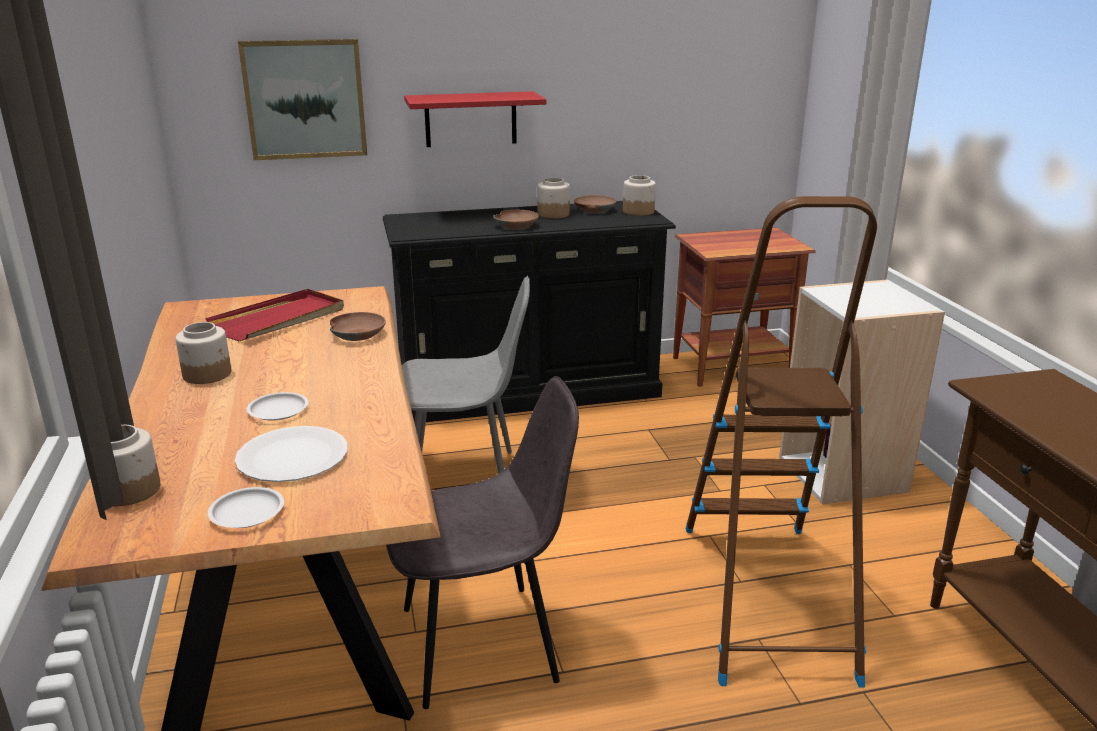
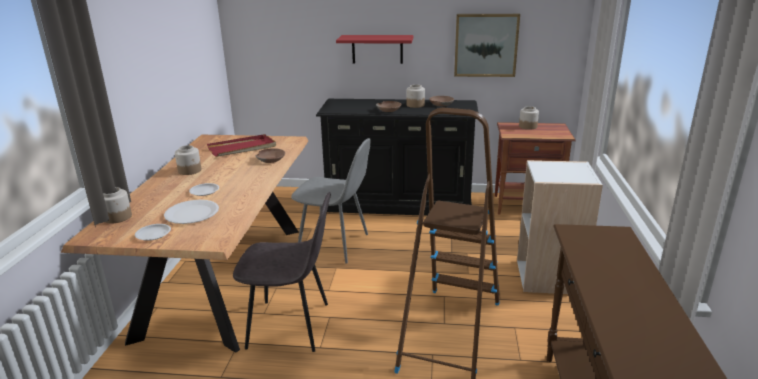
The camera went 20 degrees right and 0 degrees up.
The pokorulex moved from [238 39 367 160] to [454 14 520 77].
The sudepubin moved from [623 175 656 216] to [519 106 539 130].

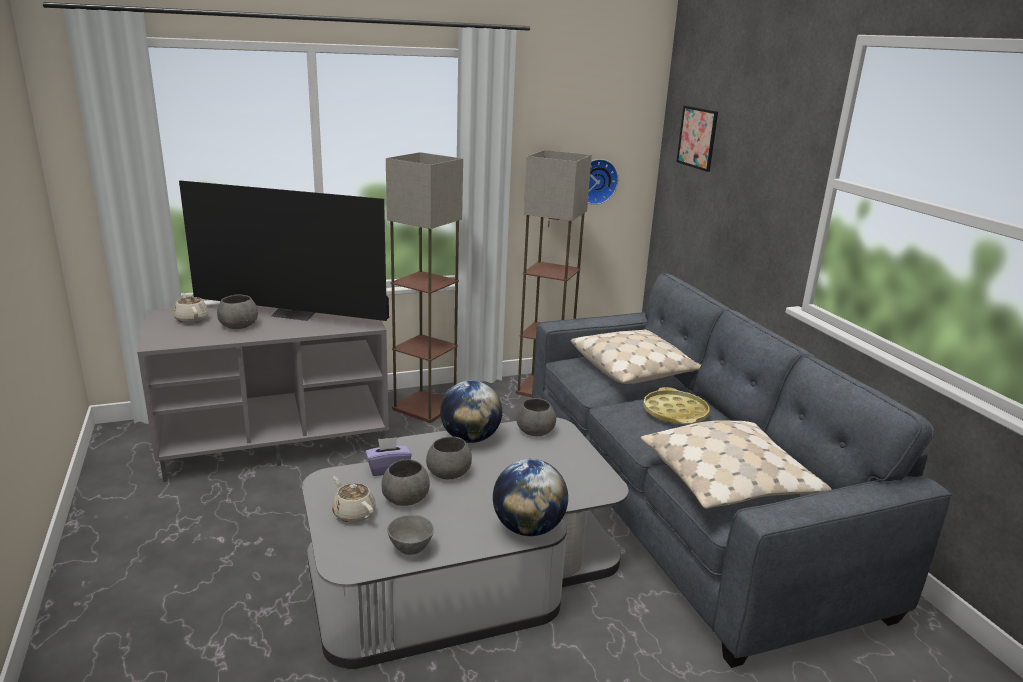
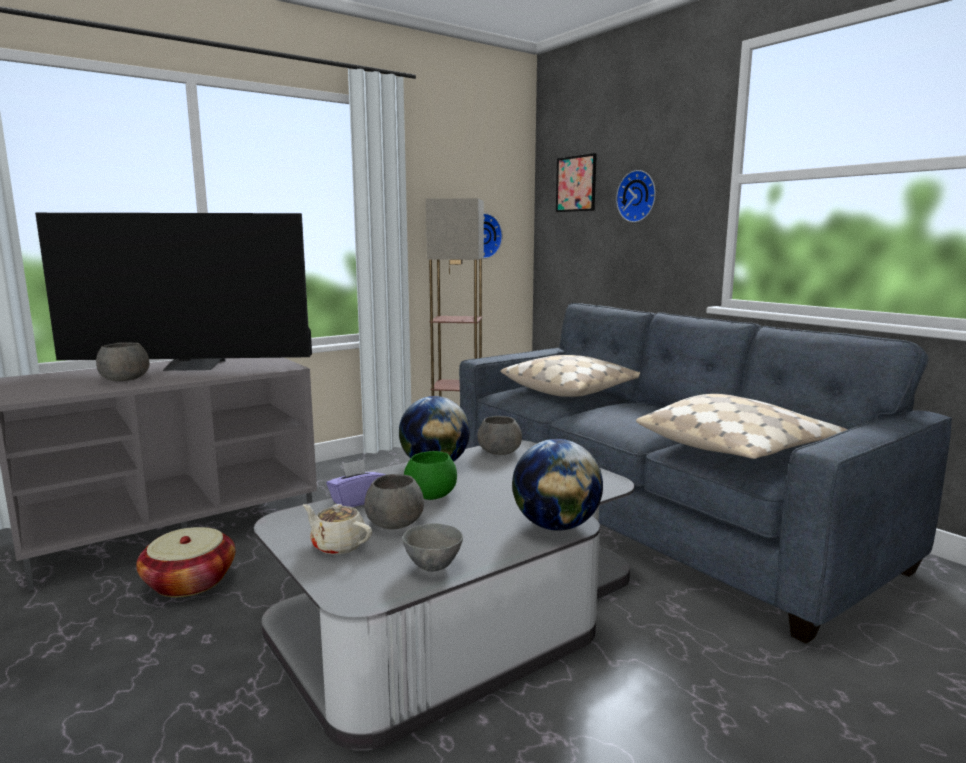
The camera went 15 degrees left and 10 degrees down.
The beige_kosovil at [174 293 209 324] disappeared.
The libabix at [386 152 463 423] disappeared.
The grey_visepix at [426 437 472 480] became the green_visepix at [404 451 457 500].
The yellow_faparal at [643 387 710 425] disappeared.
The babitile at [136 527 235 597] appeared.
The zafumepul at [616 170 656 222] appeared.

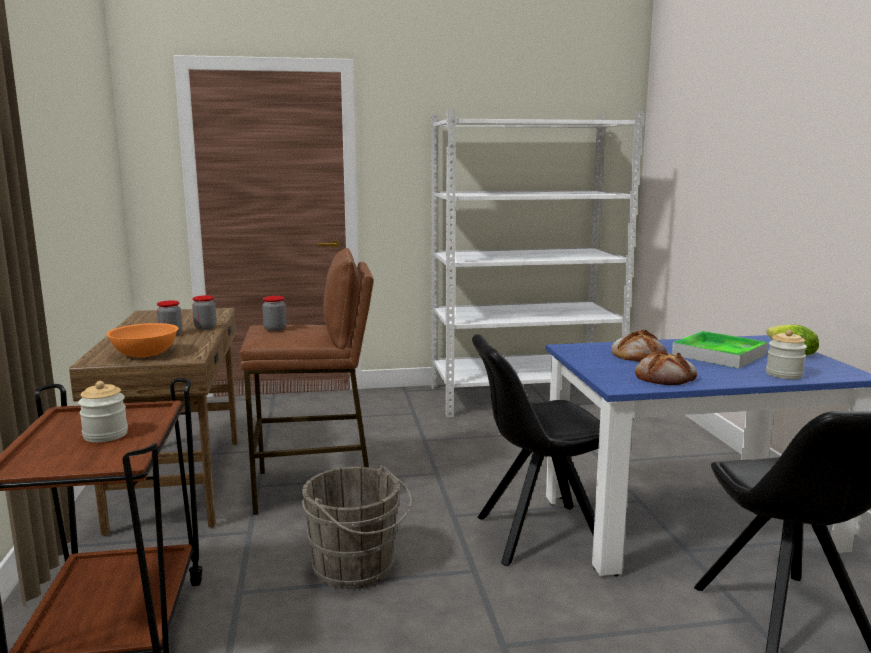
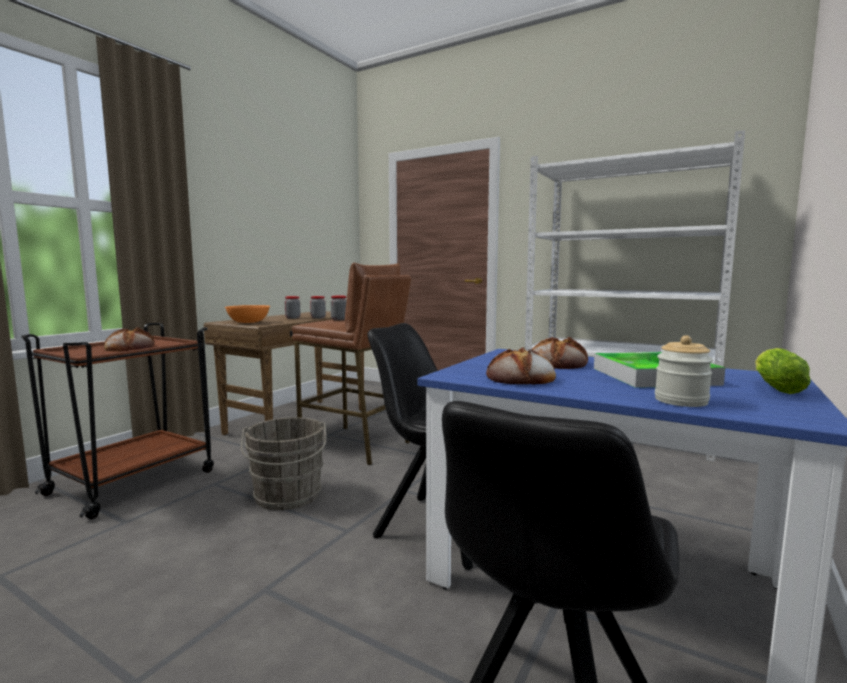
The camera went 40 degrees right and 5 degrees down.
The sudepubin at [78 381 128 442] was replaced by the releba at [104 327 155 352].

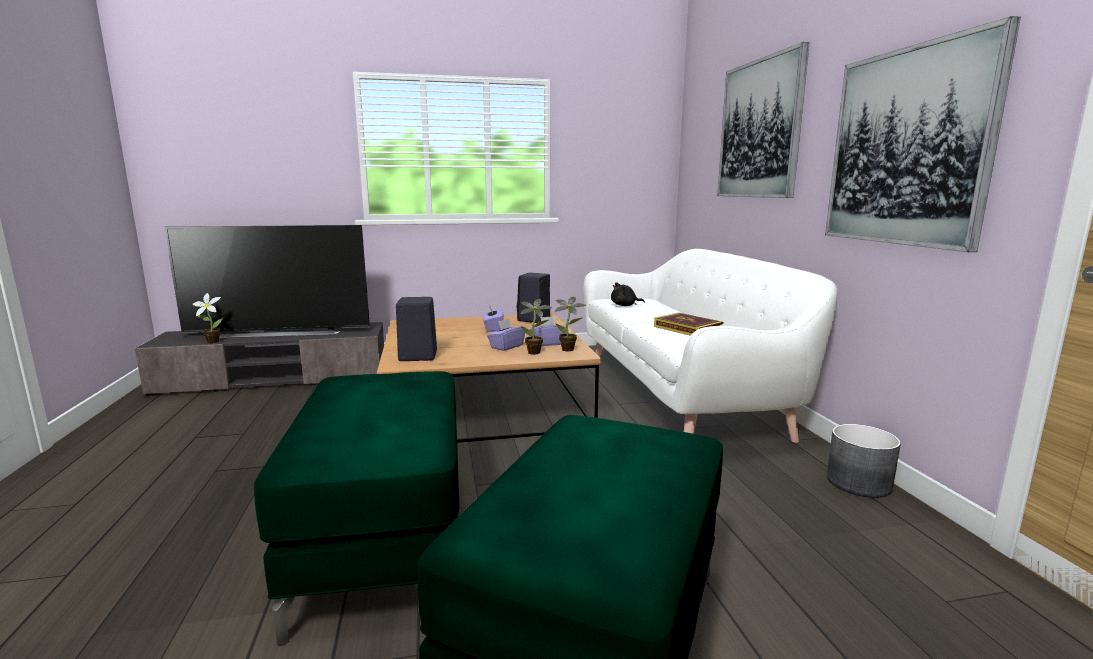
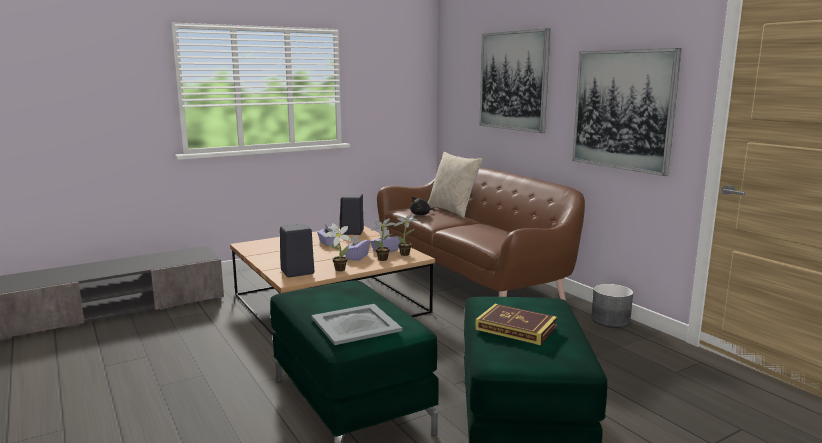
The camera went 20 degrees left and 0 degrees up.
The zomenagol at [165 225 370 338] disappeared.
The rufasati moved from [193 293 223 344] to [324 223 352 271].
The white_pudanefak at [583 249 838 443] became the brown_pudanefak at [377 167 585 301].
The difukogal moved from [654 313 723 336] to [475 304 557 345].
The grey_faparal at [312 304 402 345] appeared.
The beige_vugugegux at [427 152 483 218] appeared.

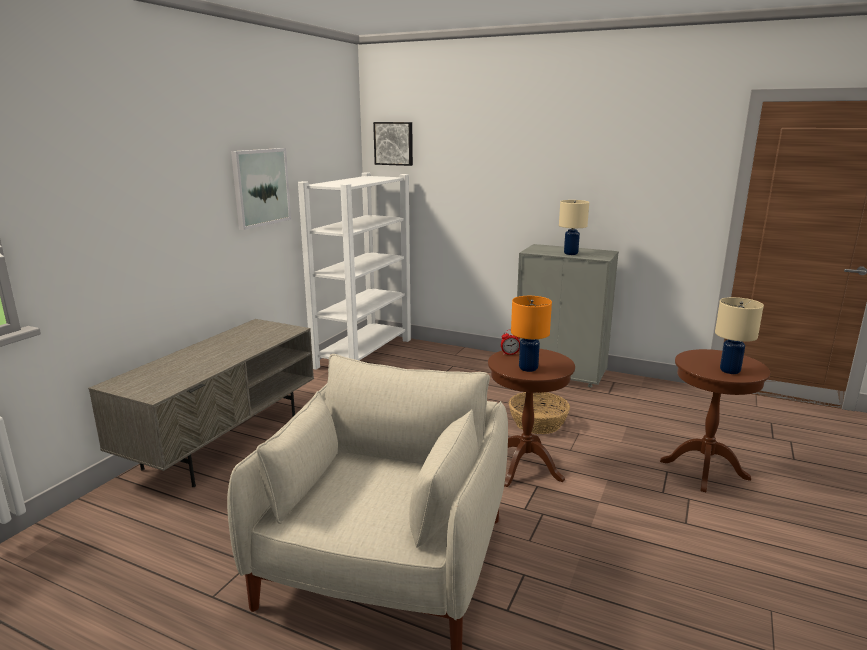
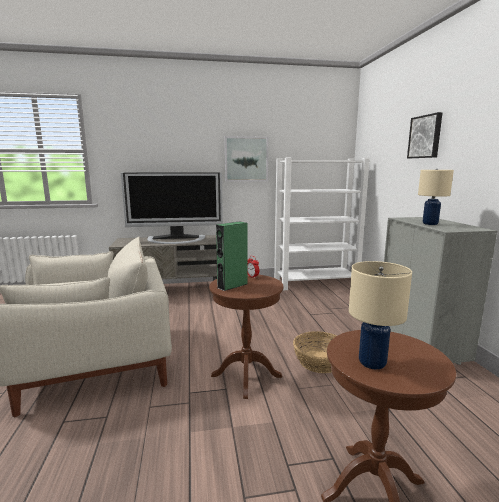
The camera went 55 degrees right and 5 degrees down.
The pokorulex moved from [373 122 413 166] to [407 112 442 158].
The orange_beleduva at [511 296 552 372] was replaced by the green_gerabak at [216 221 247 291].
The zomenagol at [121 172 223 244] appeared.

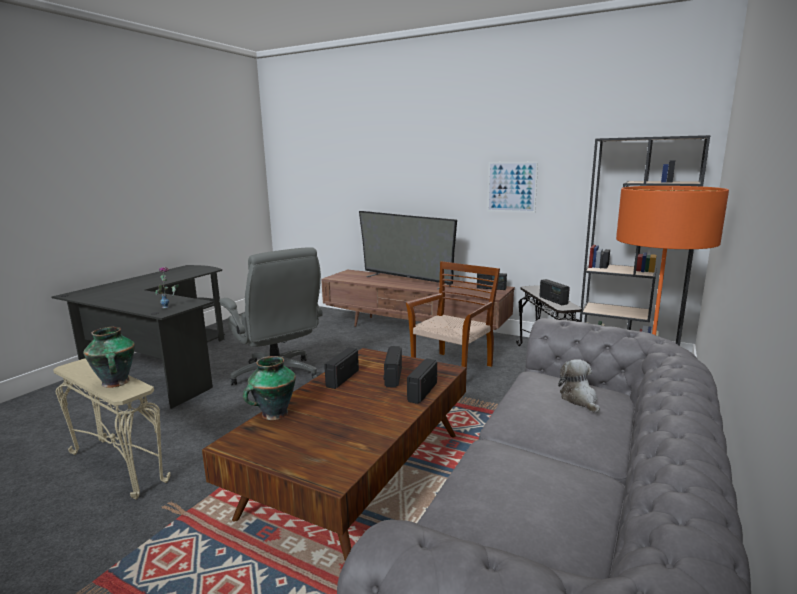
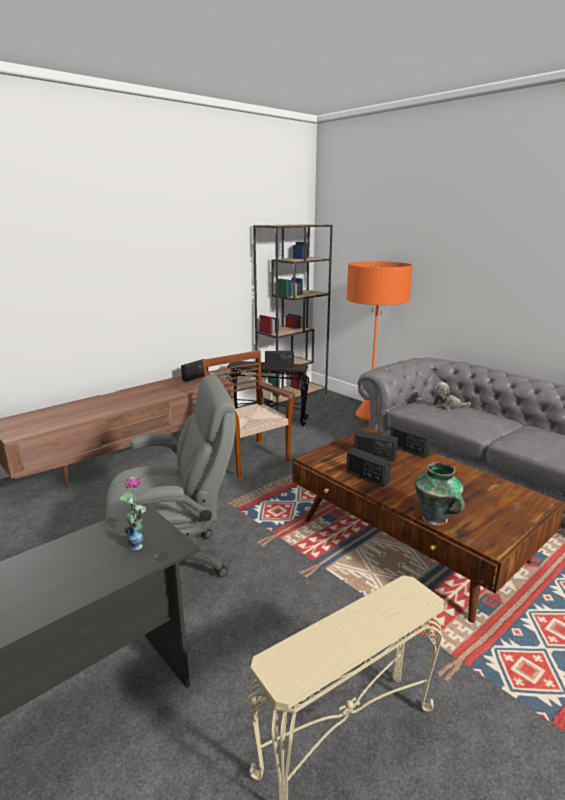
The camera went 70 degrees left and 5 degrees up.
The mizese at [83 327 135 388] disappeared.
The zomenagol at [359 211 457 290] disappeared.
The pokorulex at [487 162 538 213] disappeared.

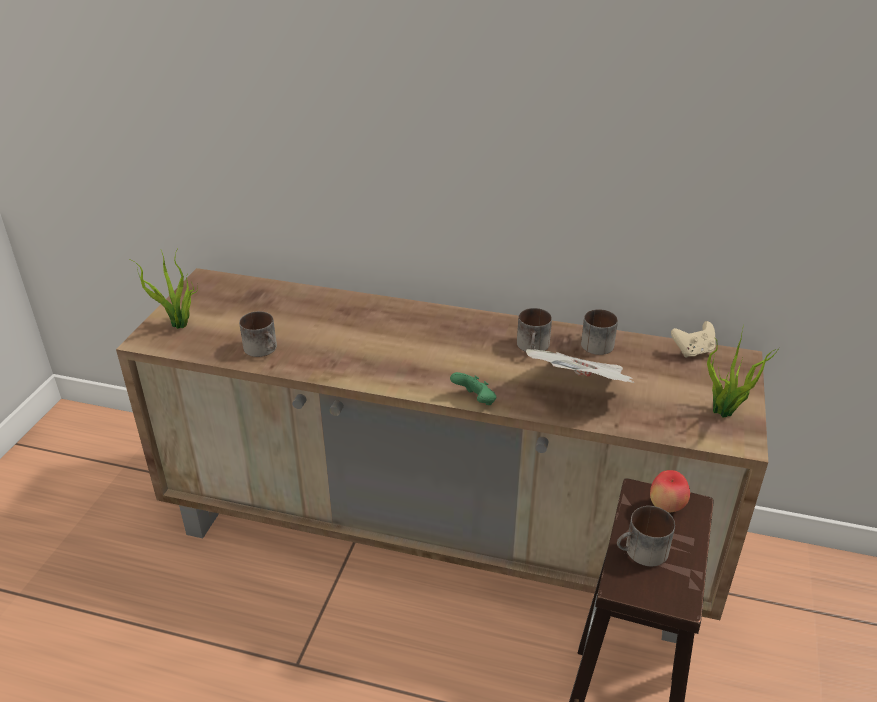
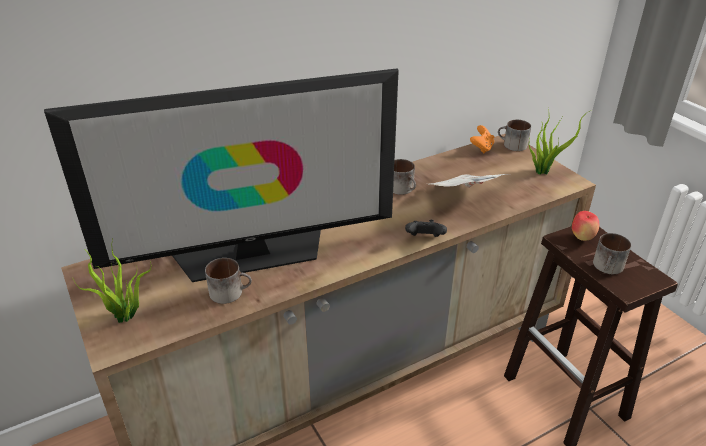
The camera went 45 degrees left and 0 degrees up.
The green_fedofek at [450 372 496 405] became the black_fedofek at [405 220 447 237].
The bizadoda moved from [581 309 618 355] to [498 120 531 151].
The beige_fedofek at [671 321 716 358] became the orange_fedofek at [470 125 494 153].
The zomenagol at [44 68 399 282] appeared.

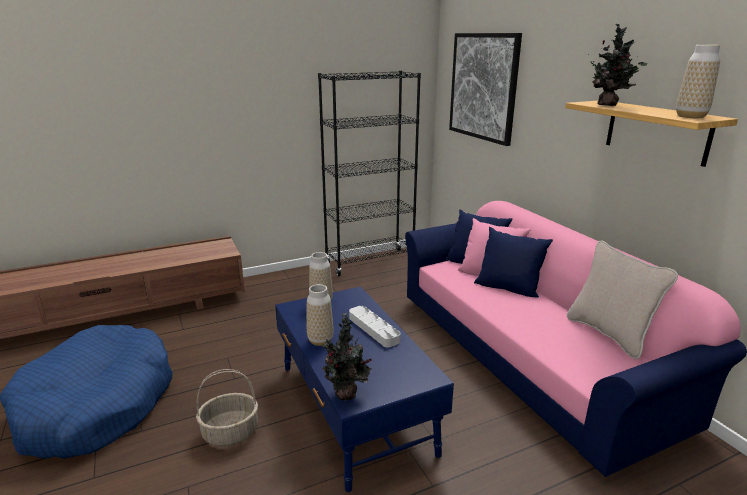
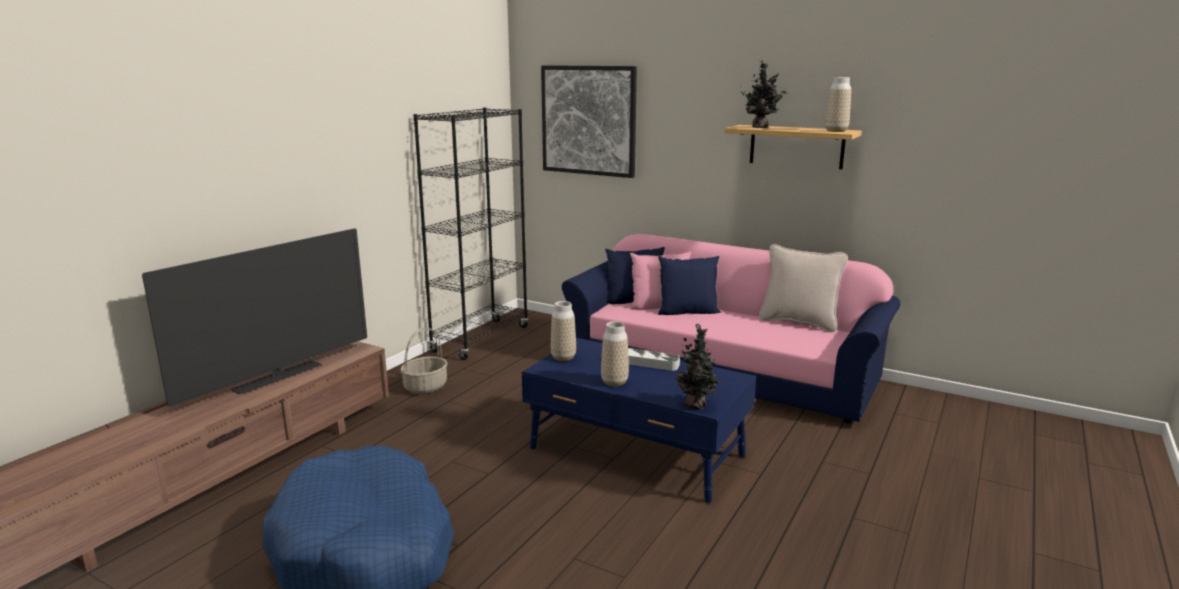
The camera went 35 degrees left and 5 degrees down.
The babitile moved from [196 369 258 446] to [400 328 448 394].
The zomenagol at [142 228 367 407] appeared.

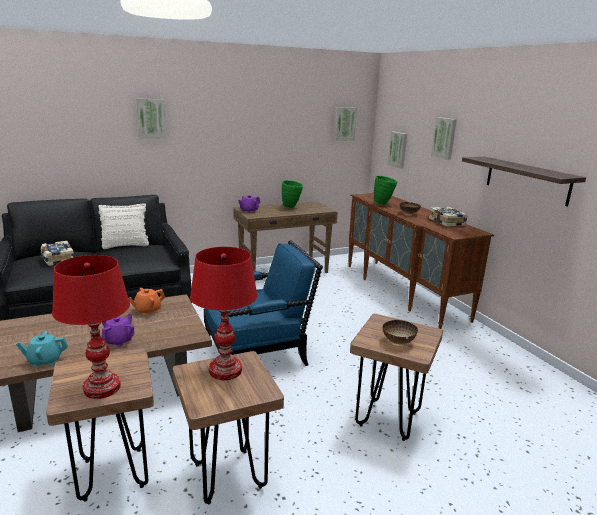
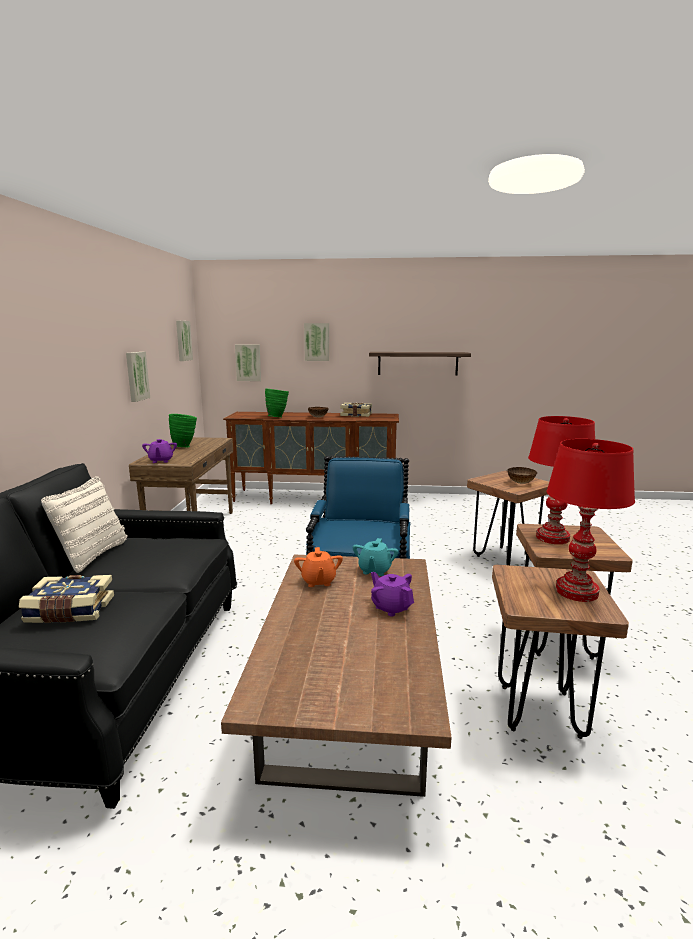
The camera went 60 degrees left and 5 degrees down.
The turquoise_kosovil moved from [16 331 68 367] to [353 538 399 576].
The pokorulex moved from [137 99 166 139] to [126 352 150 402].

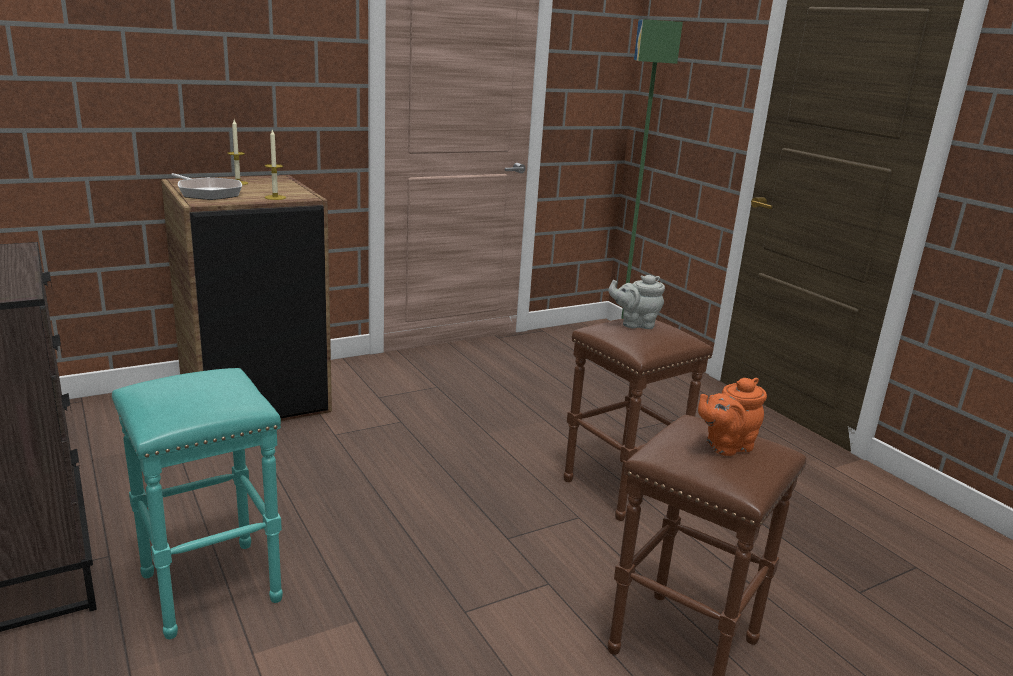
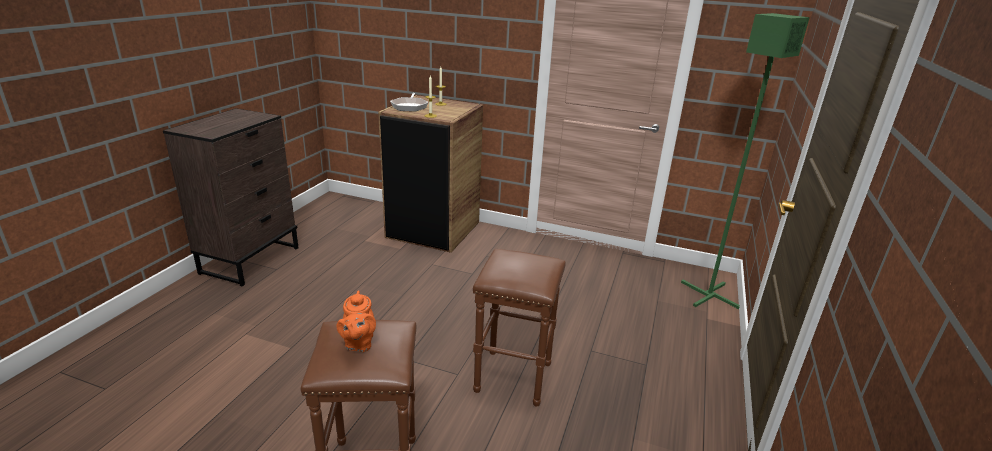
The camera went 50 degrees right and 5 degrees up.
The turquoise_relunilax at [112 368 283 639] disappeared.
The grey_kosovil at [608 275 665 329] disappeared.
The orange_kosovil at [698 378 767 456] turned 120 degrees counterclockwise.

